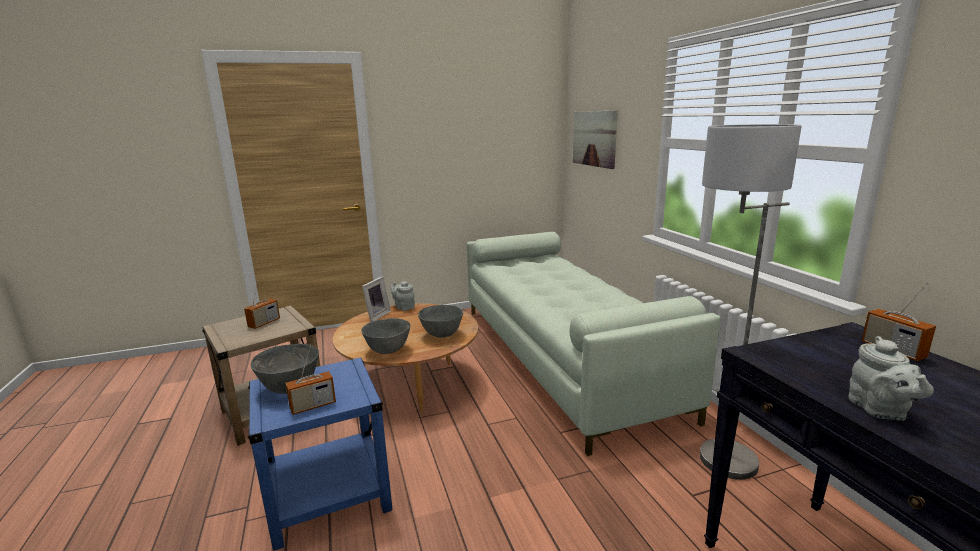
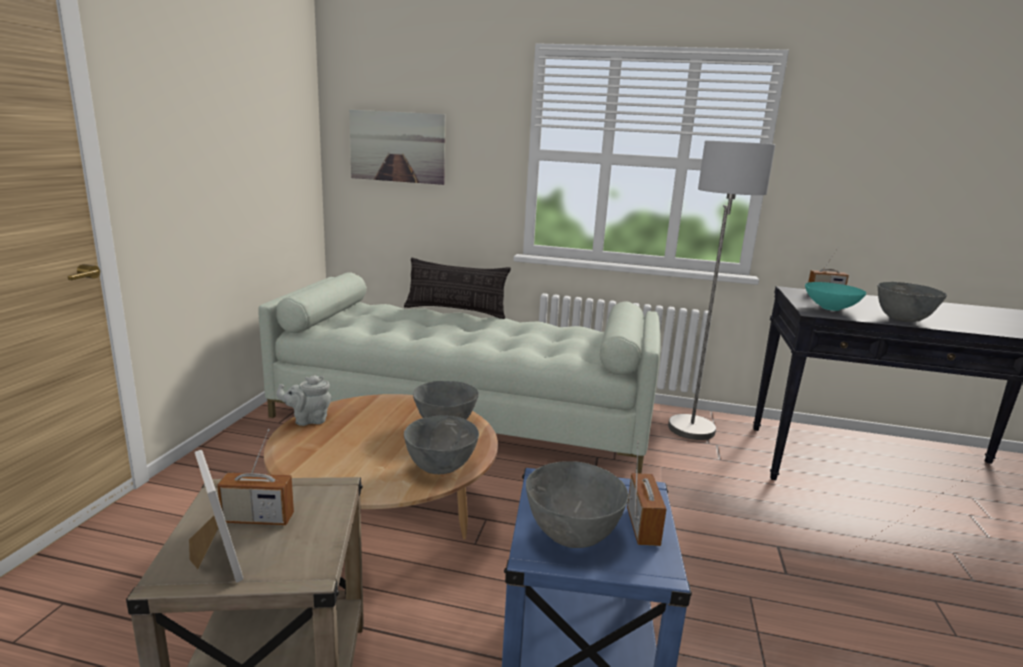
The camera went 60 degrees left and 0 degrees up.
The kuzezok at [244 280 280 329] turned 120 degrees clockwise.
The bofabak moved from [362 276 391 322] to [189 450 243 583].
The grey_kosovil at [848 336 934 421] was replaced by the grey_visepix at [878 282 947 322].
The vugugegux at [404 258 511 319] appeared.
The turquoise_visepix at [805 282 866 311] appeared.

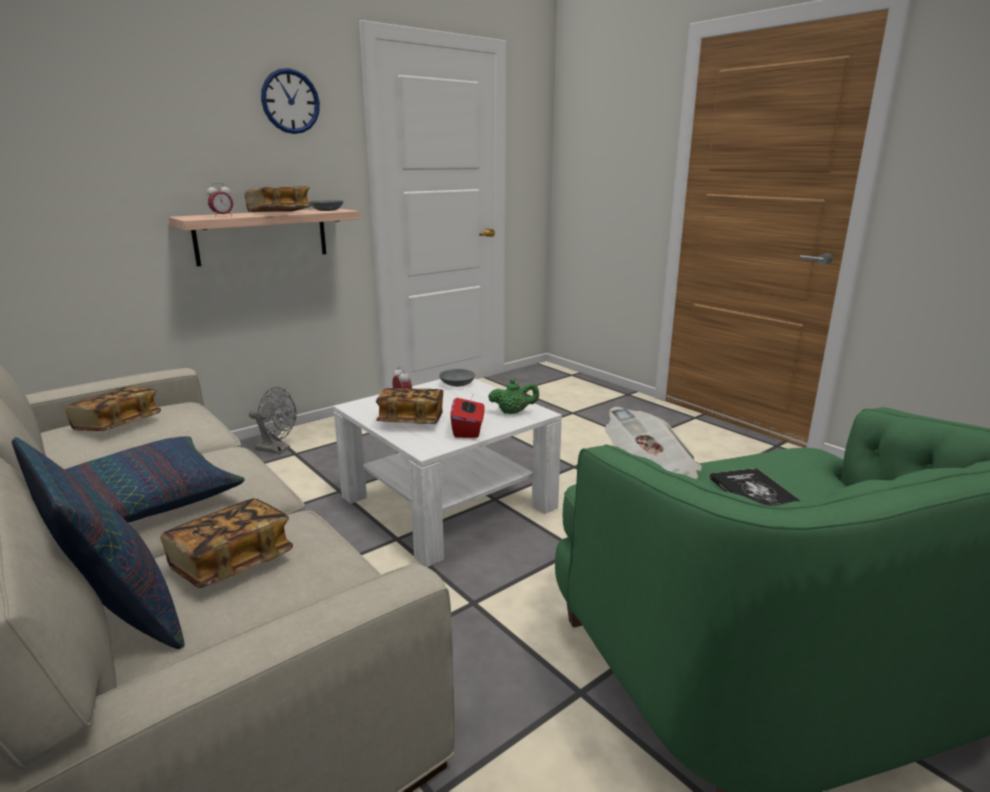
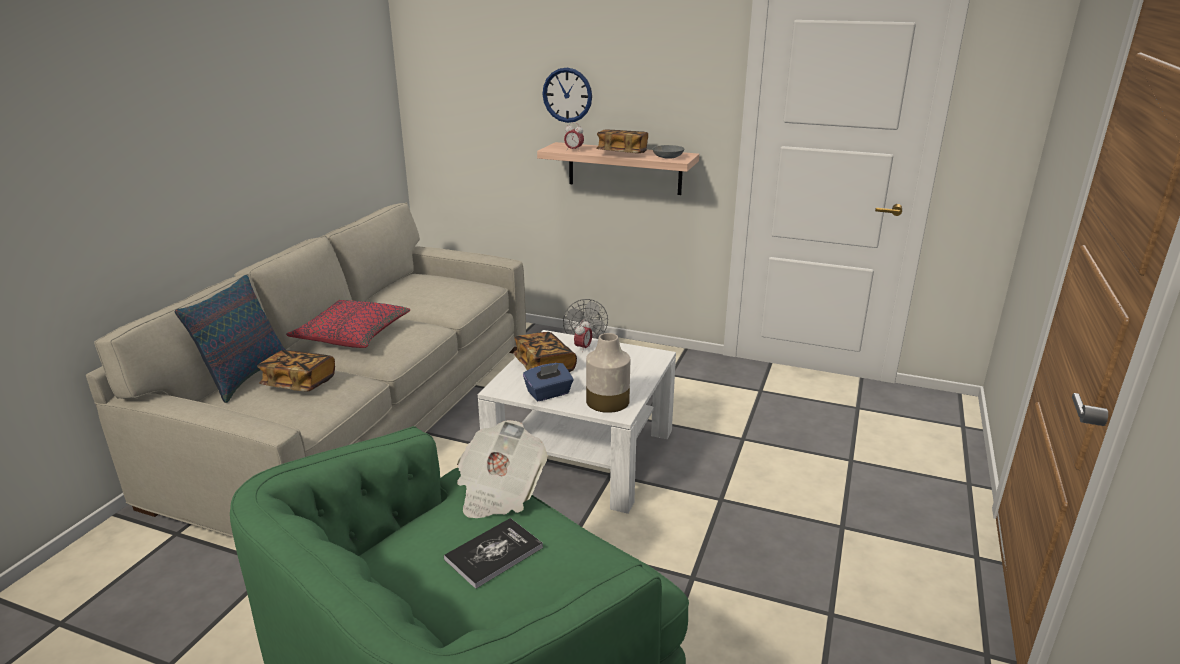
The camera went 60 degrees right and 5 degrees up.
The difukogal at [65 386 161 431] disappeared.
The blue_vugugegux at [65 436 244 523] became the red_vugugegux at [286 300 410 348].
The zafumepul moved from [261 68 320 134] to [542 68 592 123].
The grey_visepix at [439 369 475 387] disappeared.
The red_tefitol at [451 393 485 438] became the blue_tefitol at [523 363 574 401].
The green_kosovil at [488 379 539 414] was replaced by the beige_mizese at [586 333 630 413].

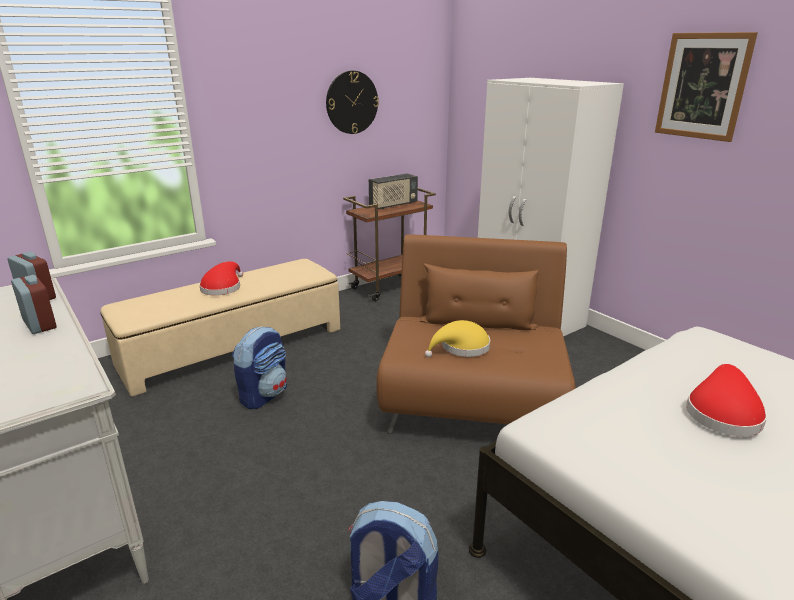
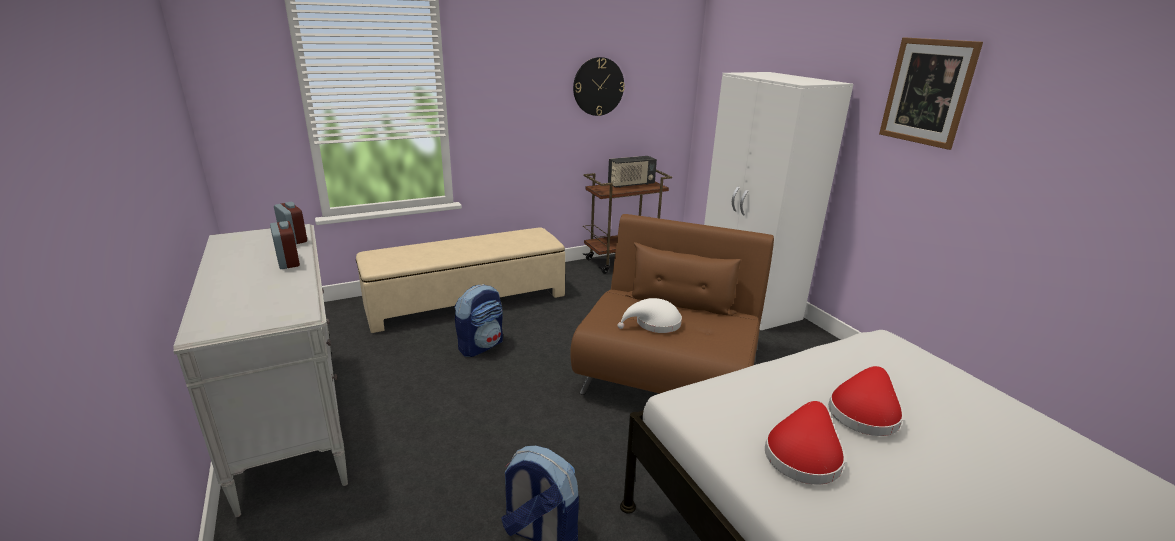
The camera went 10 degrees right and 0 degrees up.
The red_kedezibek moved from [199 261 243 296] to [765 401 845 485].
The yellow_kedezibek at [425 320 490 358] became the white_kedezibek at [617 298 682 333].

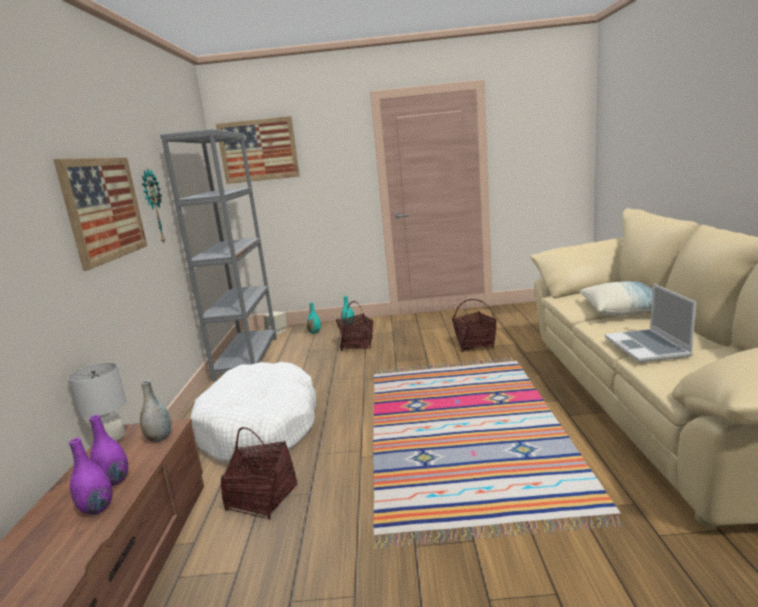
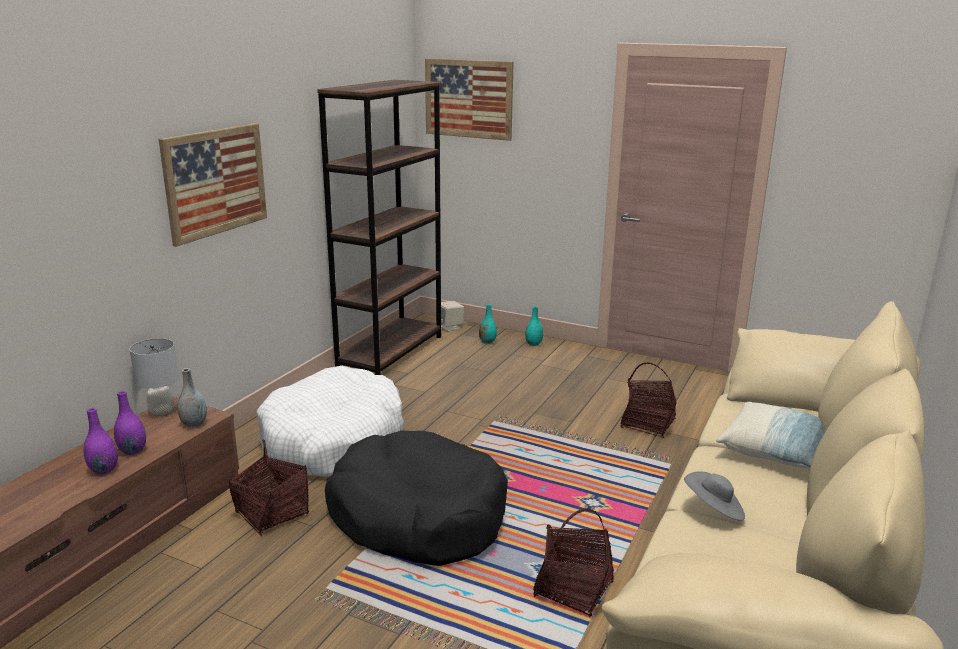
The camera went 25 degrees right and 5 degrees up.
The zafumepul at [142 168 166 243] disappeared.
The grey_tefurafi at [160 129 277 382] became the brown_tefurafi at [317 80 441 375].
The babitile moved from [336 301 373 351] to [533 509 614 617].
The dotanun at [605 284 696 362] was replaced by the grey_kedezibek at [684 472 745 521].
The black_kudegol at [325 431 508 566] appeared.

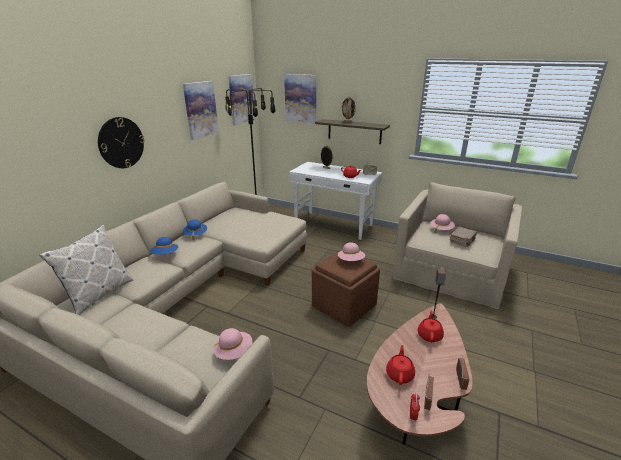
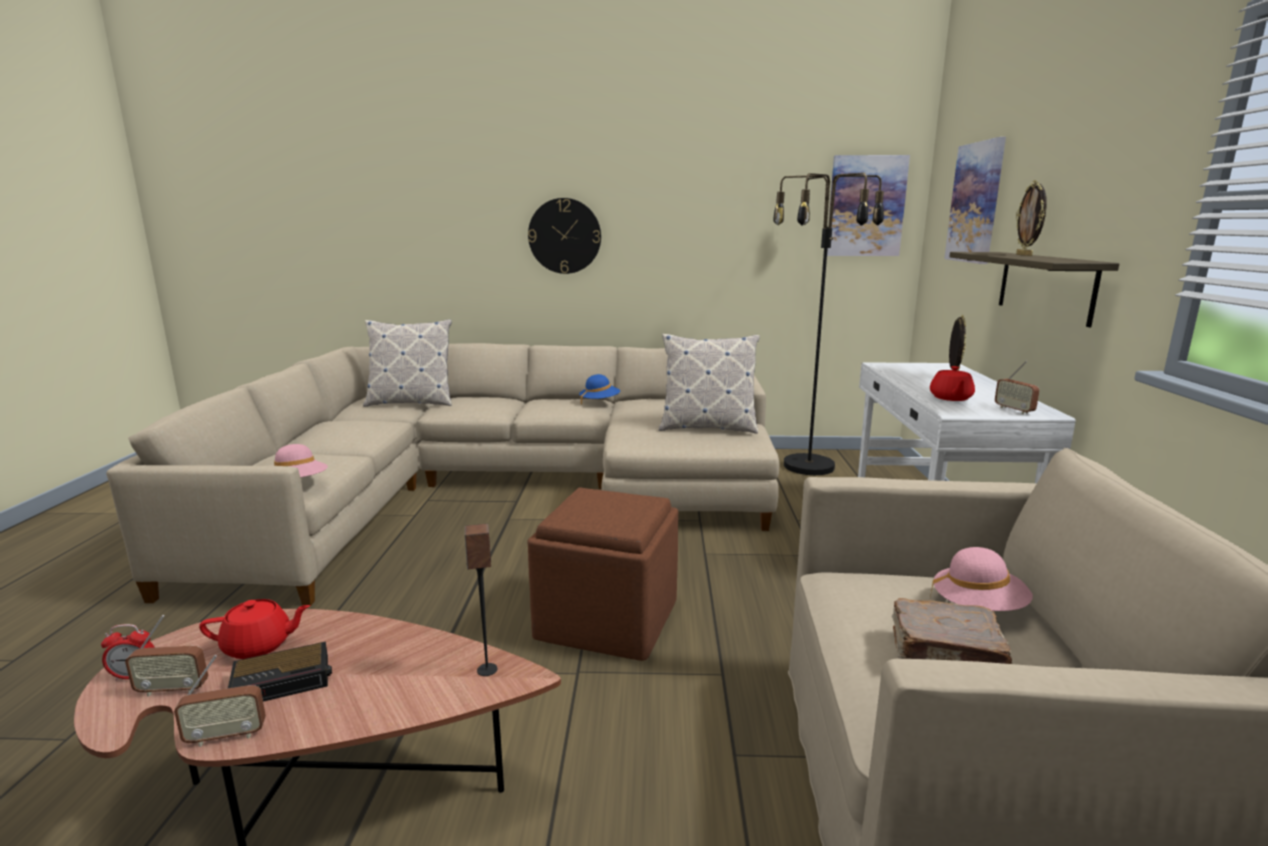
The camera went 65 degrees right and 10 degrees down.
The blue_kedezibek at [150 237 178 255] disappeared.
The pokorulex at [183 81 219 140] disappeared.
The pink_kedezibek at [338 242 365 261] disappeared.
The red_kosovil at [418 311 444 343] disappeared.
The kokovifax at [228 642 332 702] appeared.
The vugugegux at [658 334 760 434] appeared.

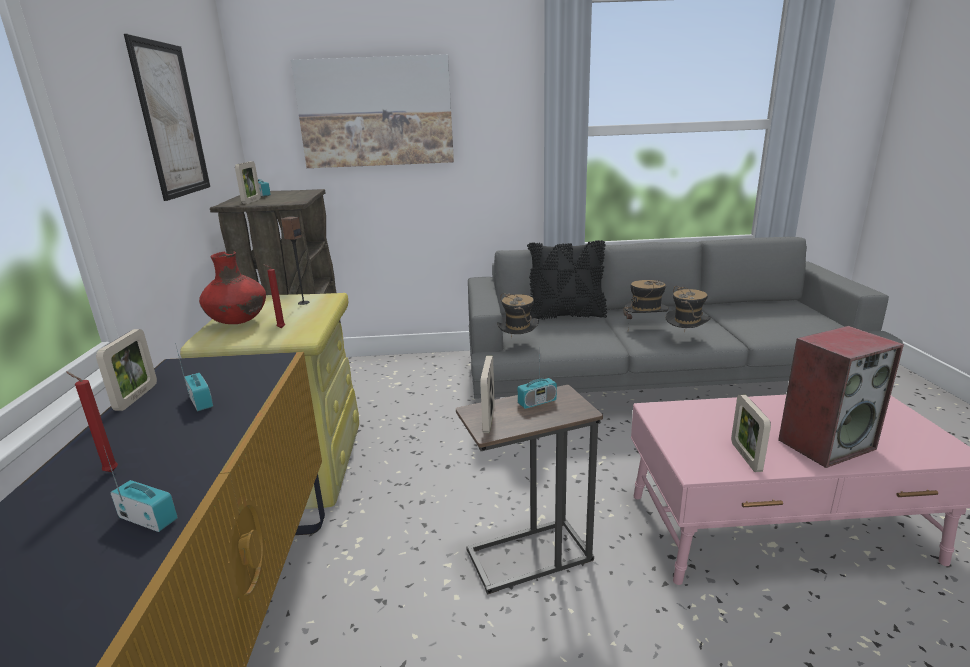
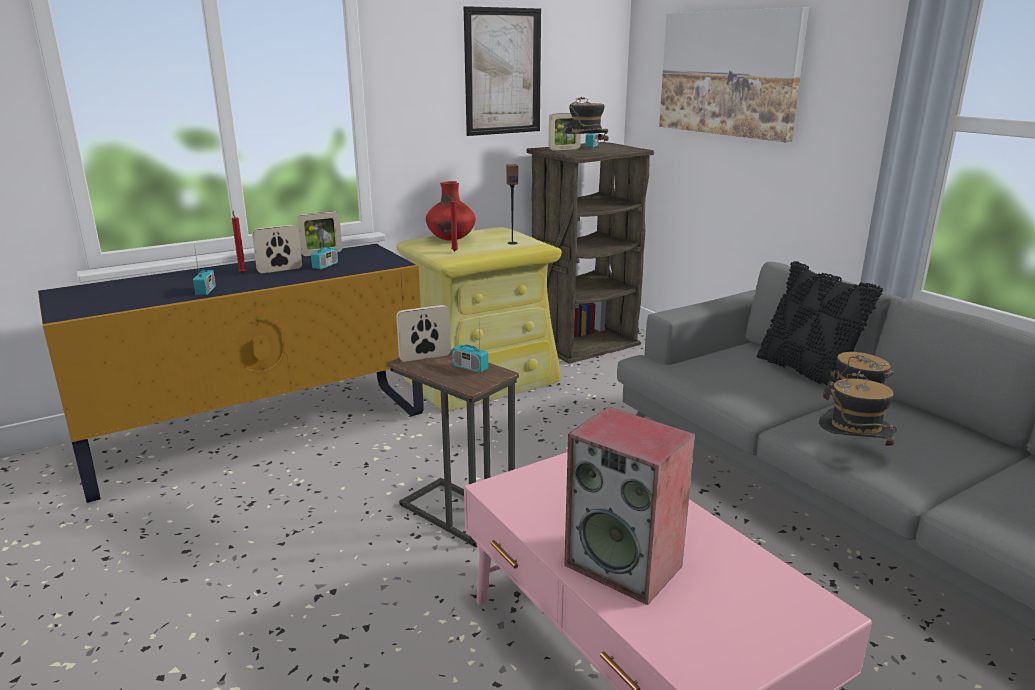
The camera went 60 degrees right and 0 degrees up.
The kedezibek moved from [497 293 539 337] to [564 97 609 152].
The bofabak moved from [731 395 771 472] to [252 225 302 274].

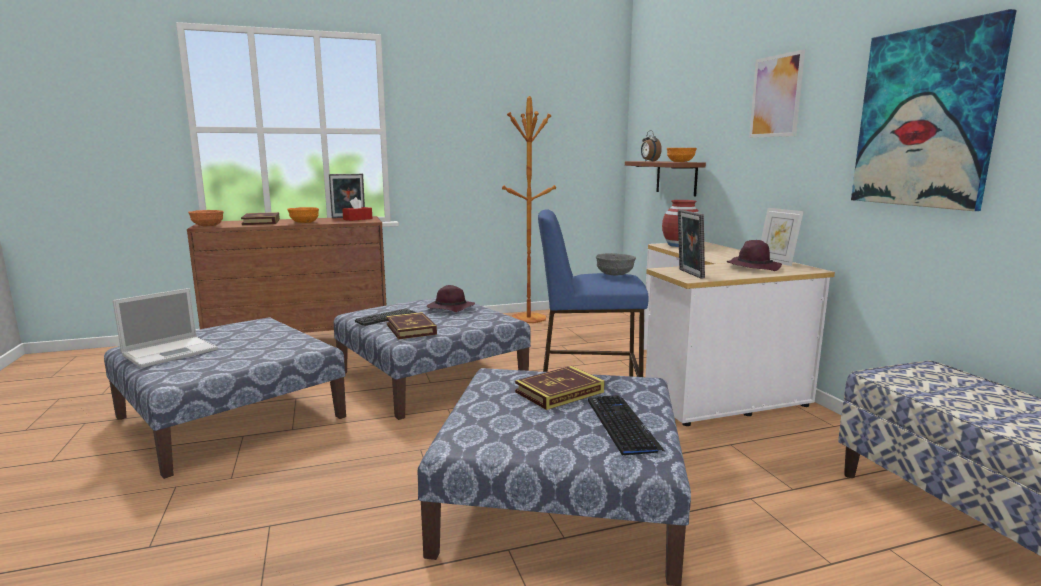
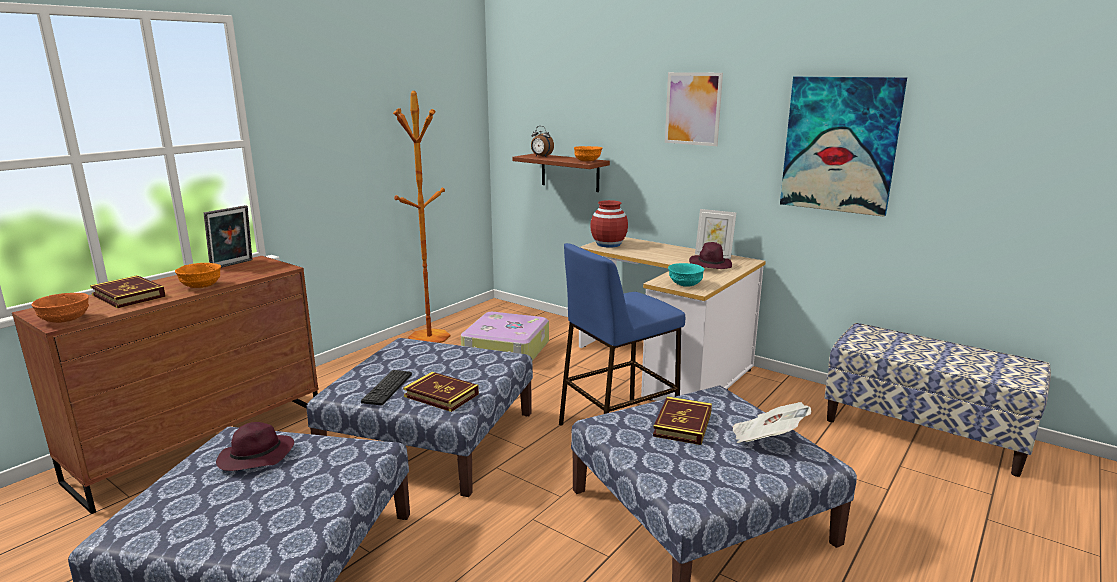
The camera went 35 degrees left and 5 degrees up.
The dotanun at [113 288 218 368] disappeared.
The red_tefitol at [342 197 372 221] disappeared.
The purple_kedezibek moved from [426 285 475 312] to [216 422 294 471].
The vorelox at [588 395 666 456] was replaced by the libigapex at [733 402 811 443].
The grey_visepix at [596 253 636 275] disappeared.
The bofabak at [678 210 705 279] was replaced by the turquoise_visepix at [668 263 704 287].
The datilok at [461 312 549 361] appeared.

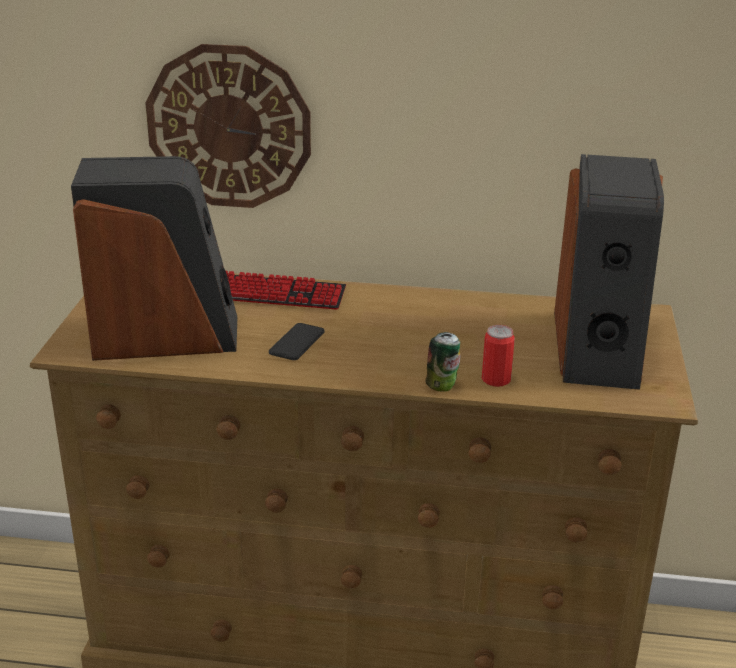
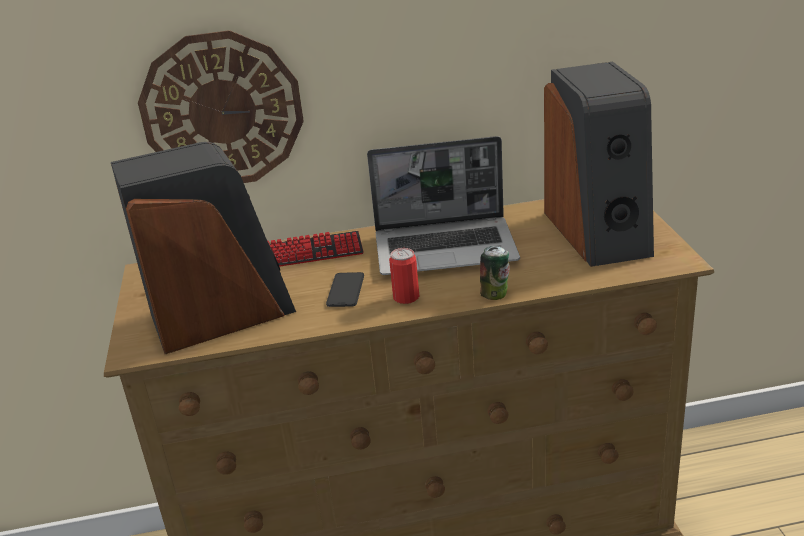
The camera went 15 degrees left and 0 degrees up.
The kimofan moved from [482 325 515 387] to [389 248 419 304].
The dotanun at [367 136 520 275] appeared.

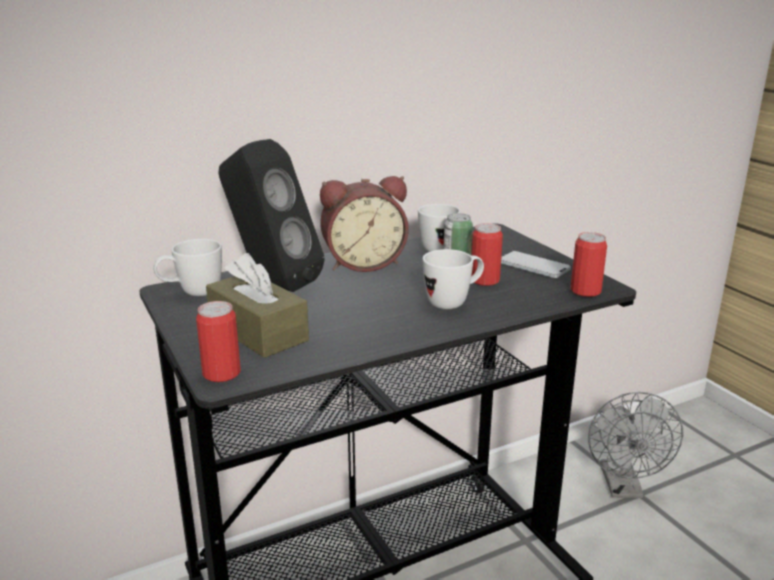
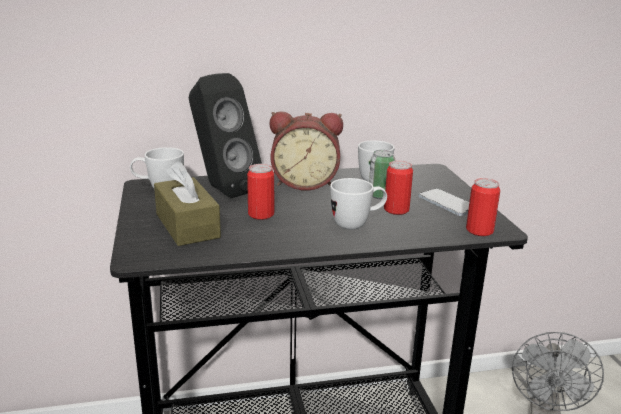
The camera went 15 degrees right and 0 degrees up.
The kimofan moved from [196 301 241 382] to [247 164 274 220].

